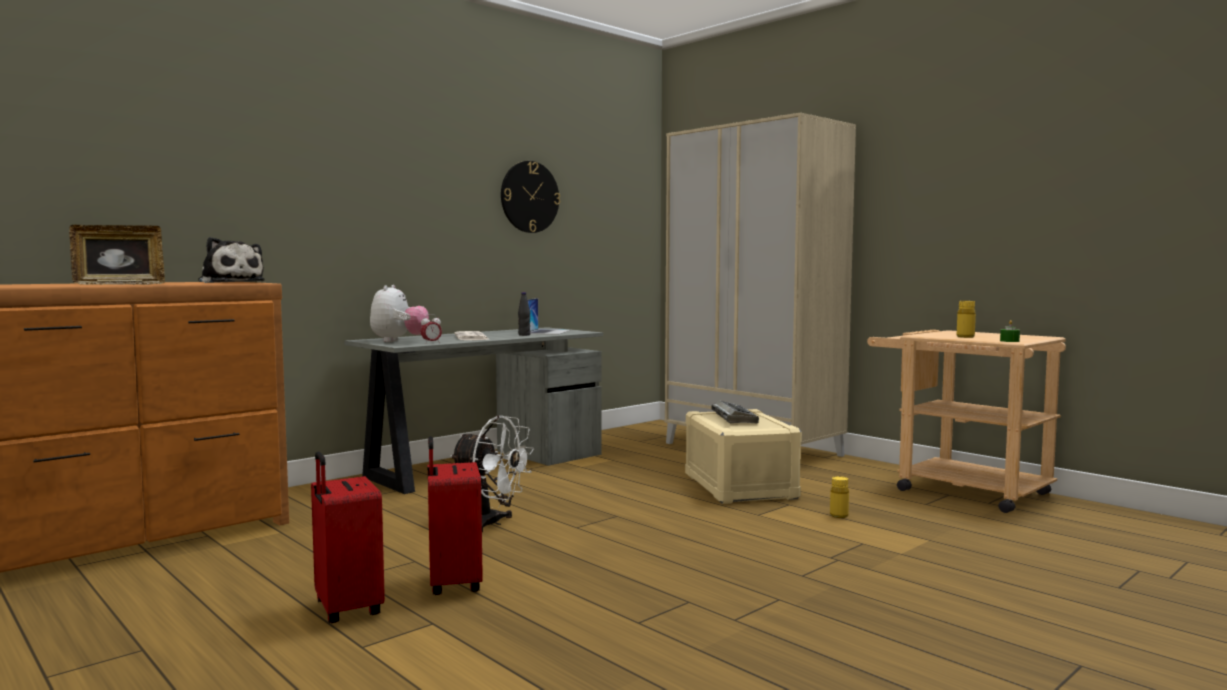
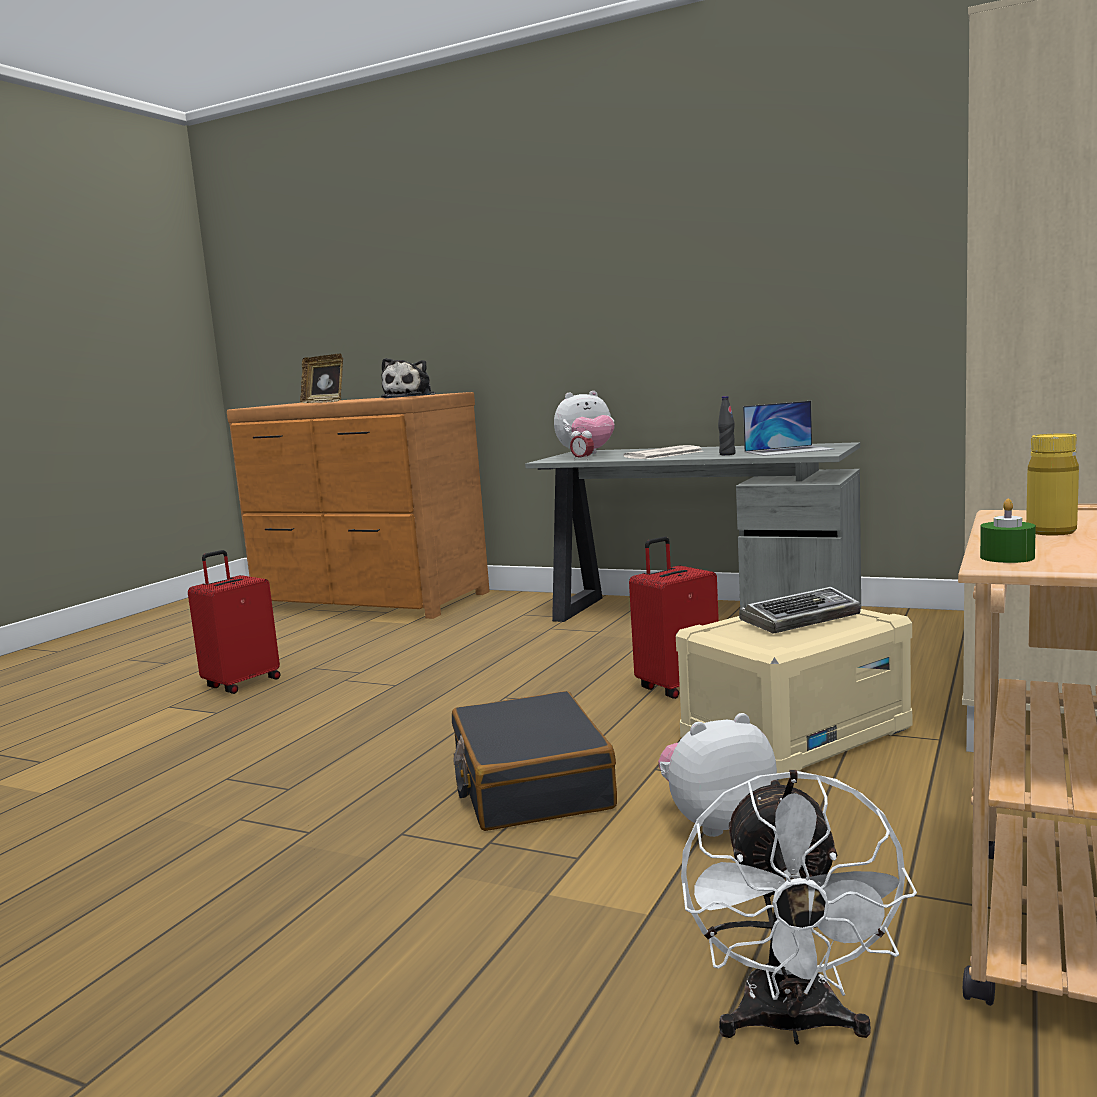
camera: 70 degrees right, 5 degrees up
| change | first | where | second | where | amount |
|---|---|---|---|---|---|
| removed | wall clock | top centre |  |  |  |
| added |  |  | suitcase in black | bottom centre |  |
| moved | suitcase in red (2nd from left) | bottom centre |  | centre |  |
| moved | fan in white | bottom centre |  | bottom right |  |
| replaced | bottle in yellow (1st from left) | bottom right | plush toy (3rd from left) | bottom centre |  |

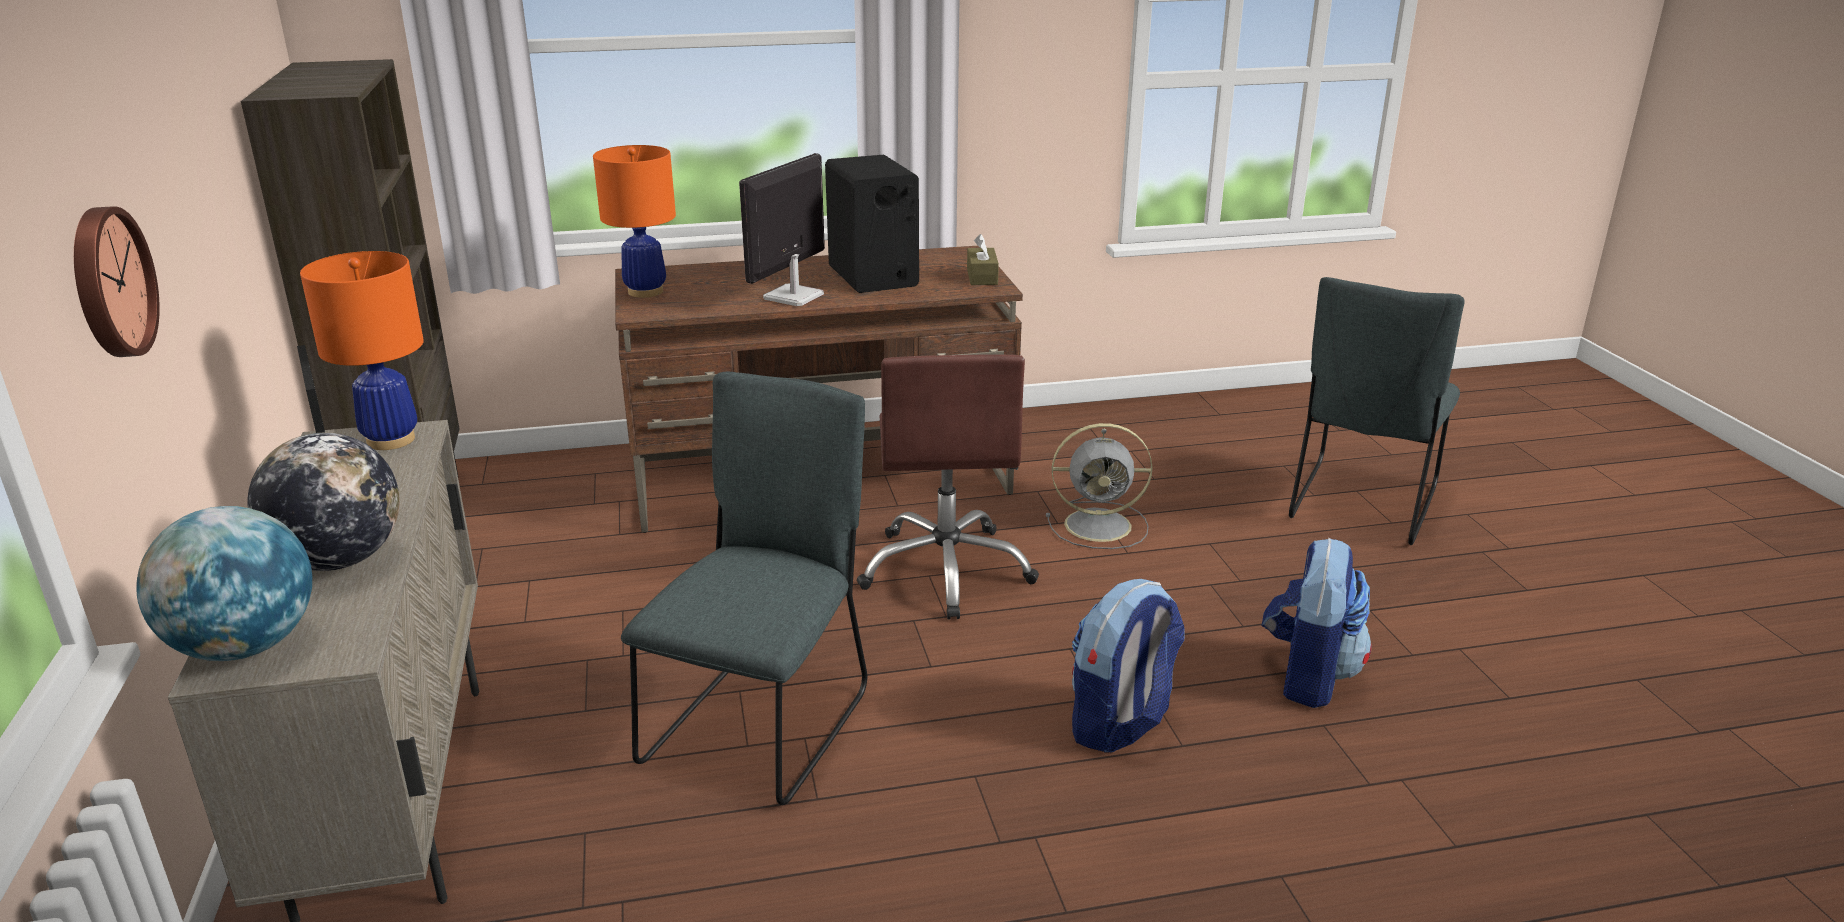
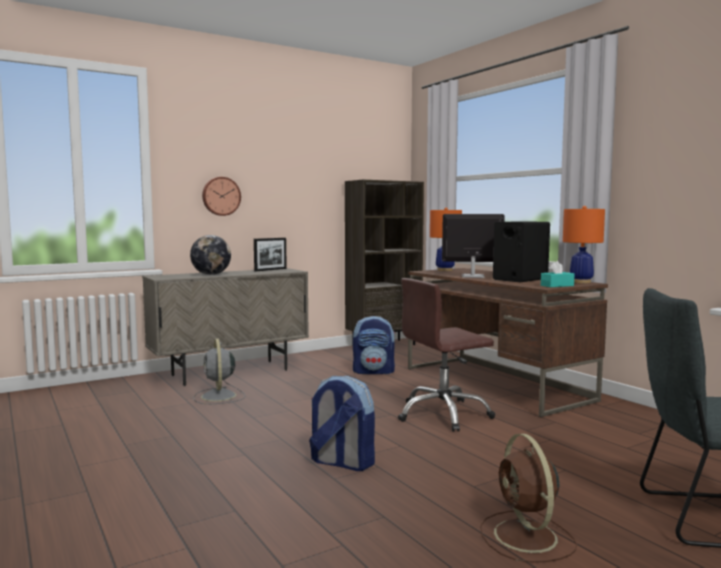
camera: 70 degrees right, 20 degrees down
| change | first | where | second | where | amount |
|---|---|---|---|---|---|
| removed | globe (1st from left) | middle left |  |  |  |
| removed | chair in grey (1st from left) | centre |  |  |  |
| added |  |  | fan in brown | bottom right |  |
| moved | table lamp in orange (1st from left in the first image) | middle left | table lamp in orange (2nd from left) | middle right |  |
| moved | fan in grey | centre |  | middle left |  |
| moved | backpack (2nd from left) | bottom right |  | centre |  |
| recoloured | tissue box in brown | top centre | tissue box in turquoise | middle right |  |

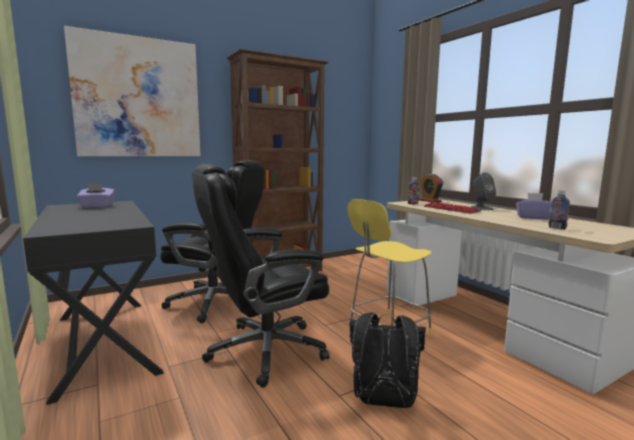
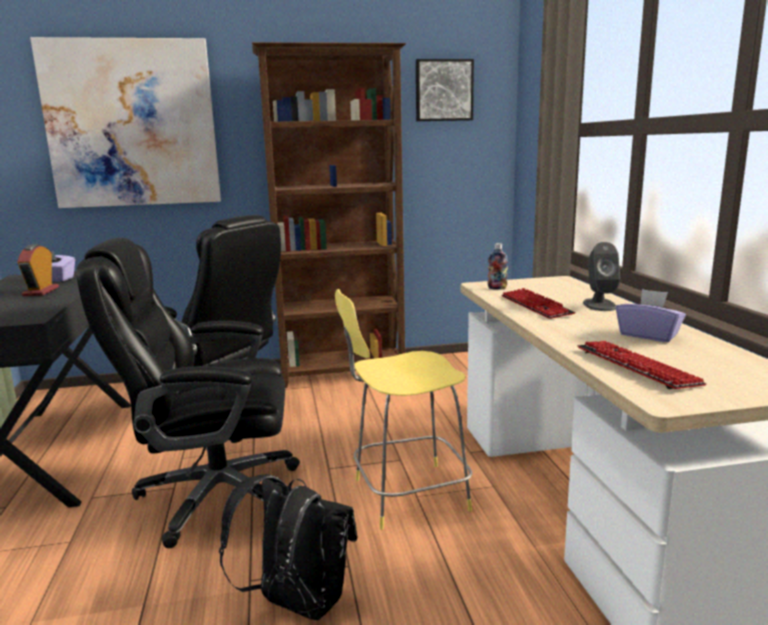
camera: 20 degrees right, 5 degrees up
| change | first | where | second | where | amount |
|---|---|---|---|---|---|
| added |  |  | picture (2nd from left) | top centre |  |
| moved | alarm clock | middle right |  | middle left |  |
| replaced | bottle (2nd from left) | middle right | keyboard (2nd from left) | middle right |  |

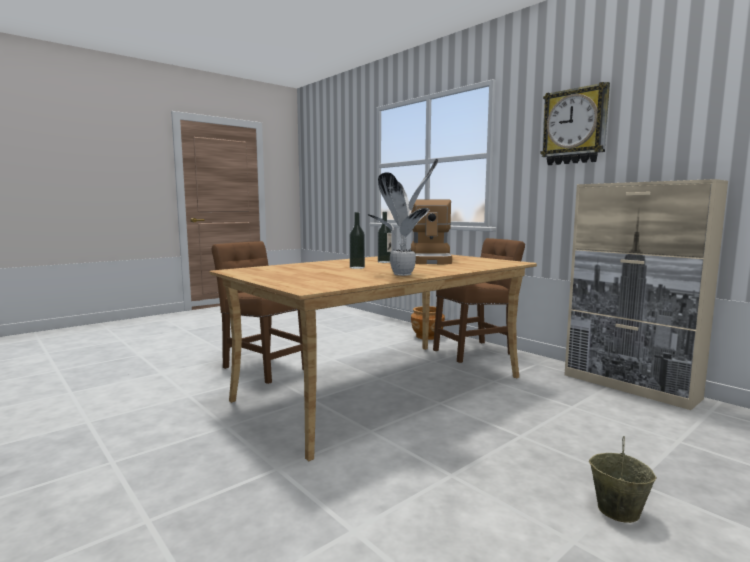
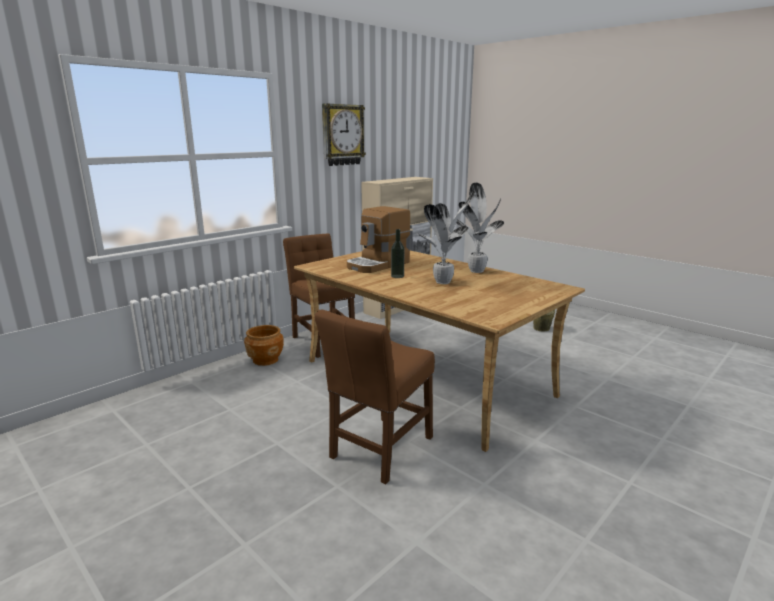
camera: 95 degrees left, 10 degrees up
| change | first | where | second | where | amount |
|---|---|---|---|---|---|
| replaced | bottle (1st from left) | centre | potted plant (1st from left) | centre |  |
| turned | coffee machine | centre |  | centre | 135 degrees clockwise |

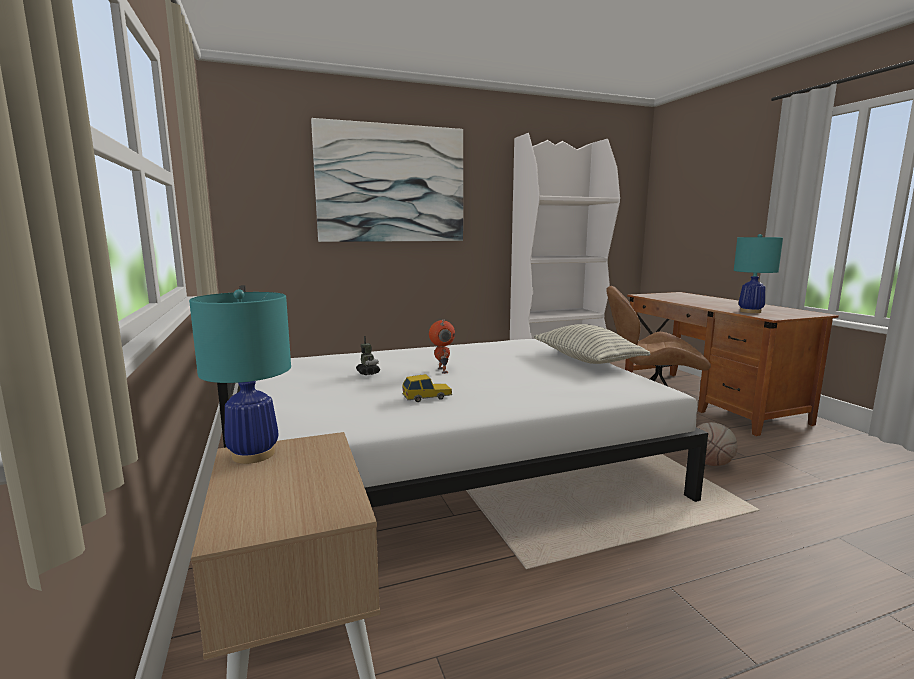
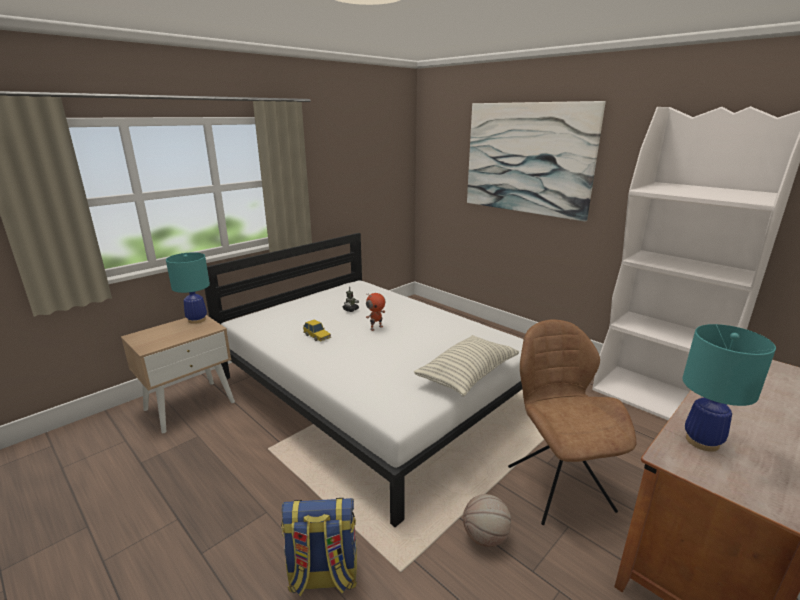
camera: 65 degrees right, 10 degrees up
| change | first | where | second | where | amount |
|---|---|---|---|---|---|
| added |  |  | backpack | bottom centre |  |

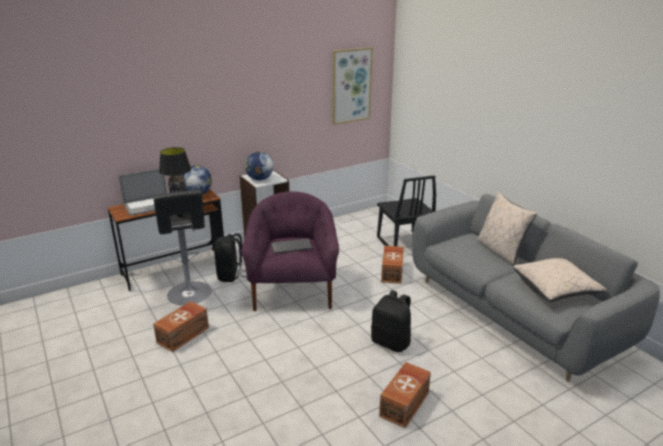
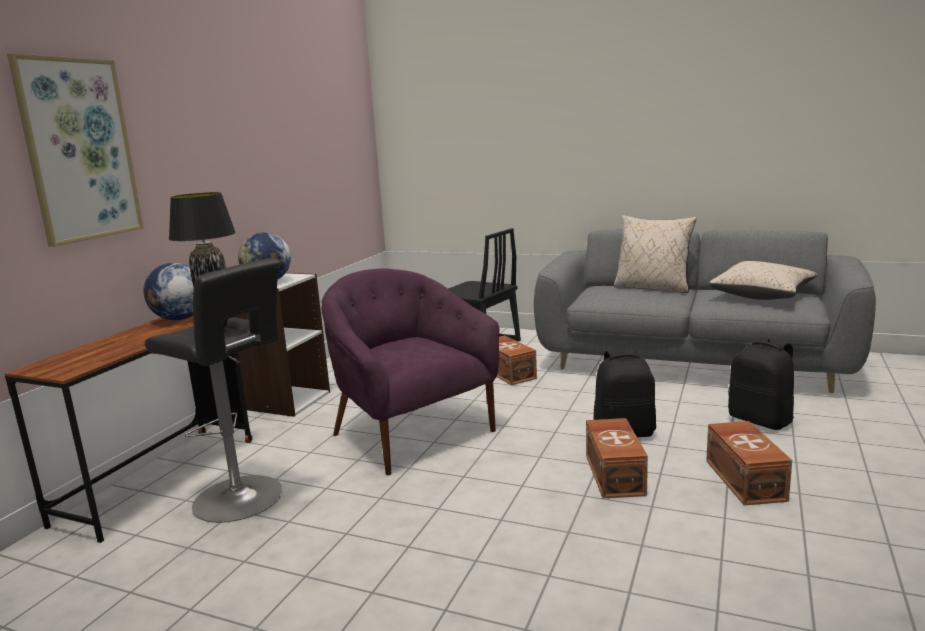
camera: 35 degrees left, 10 degrees down
| change | first | where | second | where | amount |
|---|---|---|---|---|---|
| removed | laptop | middle left |  |  |  |
| removed | keyboard | centre |  |  |  |
| moved | storage box in brown (1st from left in the first image) | bottom left | storage box in brown (2nd from left) | bottom right |  |
| moved | backpack in black (1st from left in the first image) | centre | backpack in black (2nd from left) | middle right |  |
| moved | picture | top centre |  | top left |  |

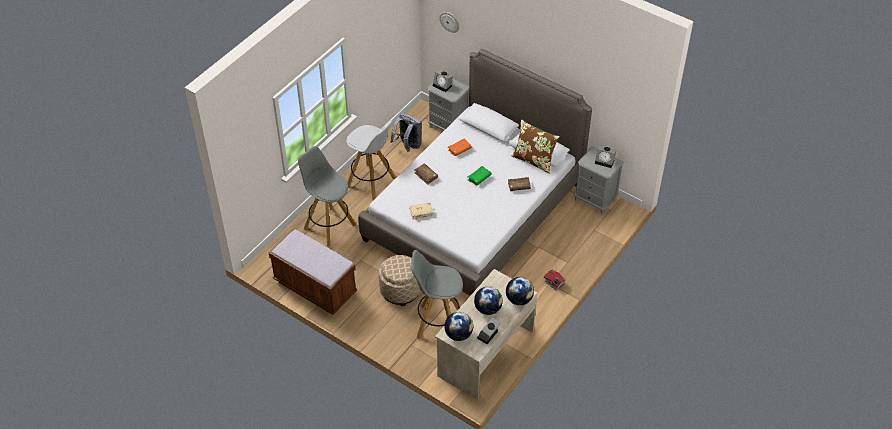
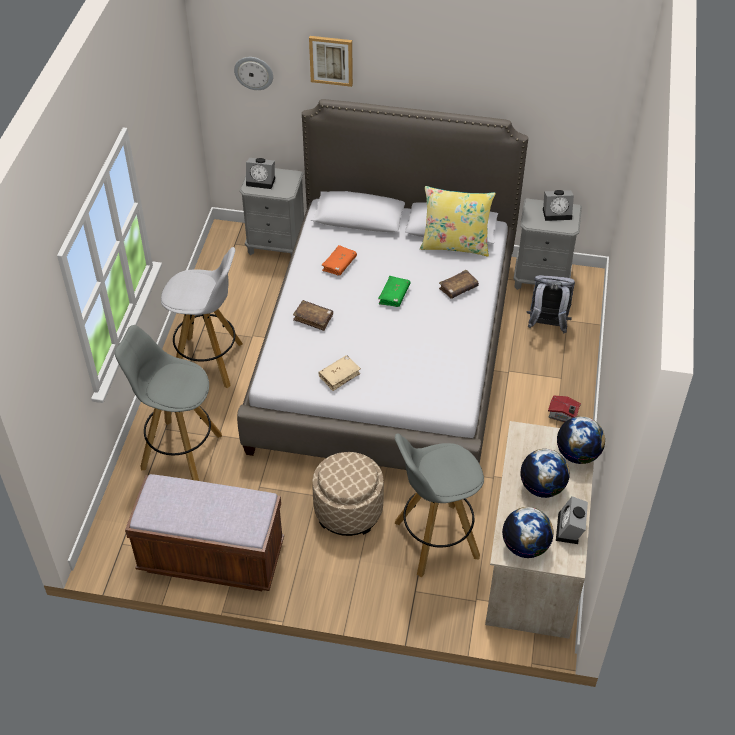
camera: 25 degrees left, 0 degrees up
| change | first | where | second | where | amount |
|---|---|---|---|---|---|
| added |  |  | picture | top centre |  |
| moved | backpack in grey | top centre |  | middle right |  |
| recoloured | pillow in brown | centre | pillow in yellow | top centre |  |

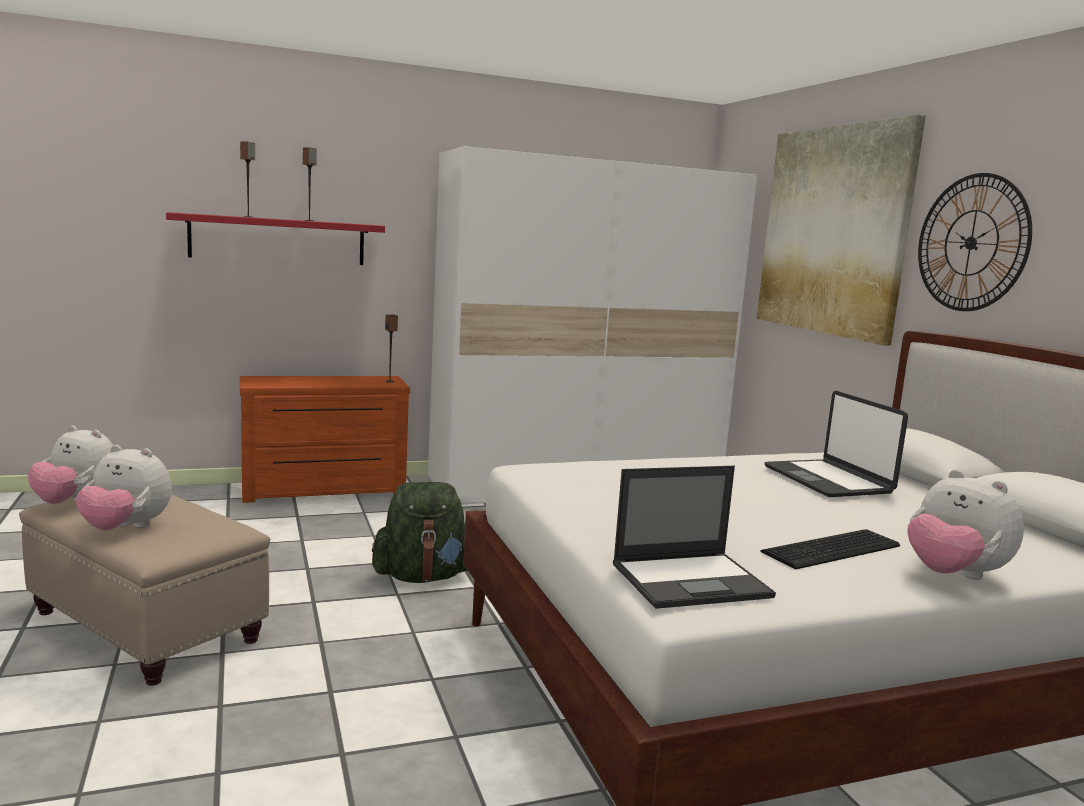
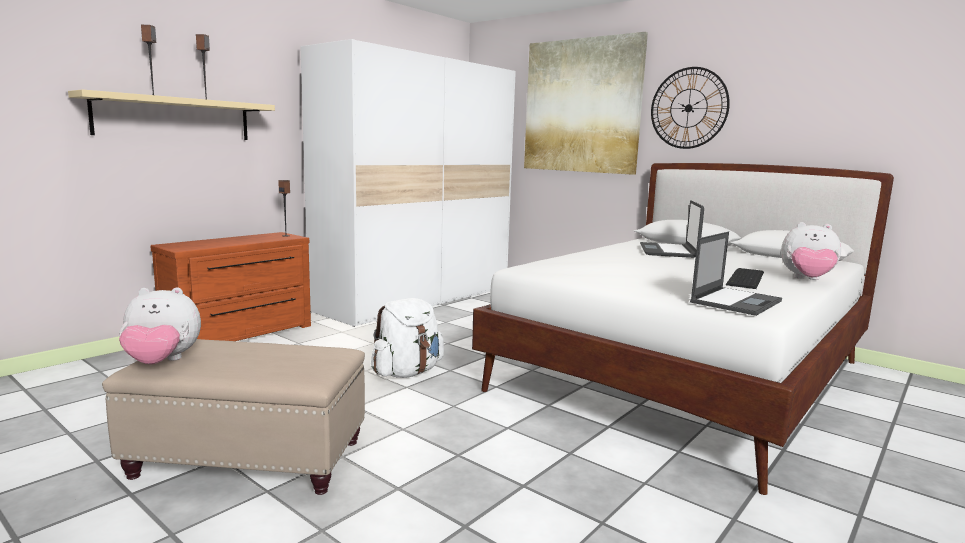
camera: 30 degrees left, 0 degrees up
| change | first | where | second | where | amount |
|---|---|---|---|---|---|
| removed | plush toy (2nd from left) | middle left |  |  |  |
| recoloured | shelf in red | top left | shelf in beige | top left |  |
| recoloured | backpack in green | centre | backpack in white | centre |  |
| turned | laptop (2nd from left in the first image) | middle right | laptop (1st from left) | middle right | 60 degrees clockwise |

